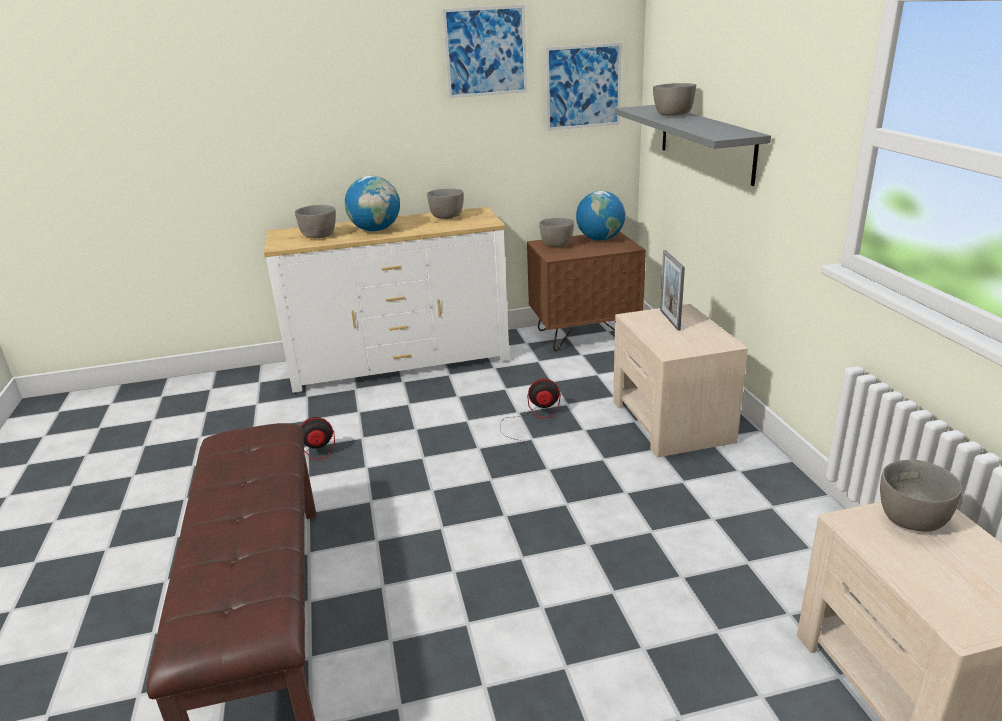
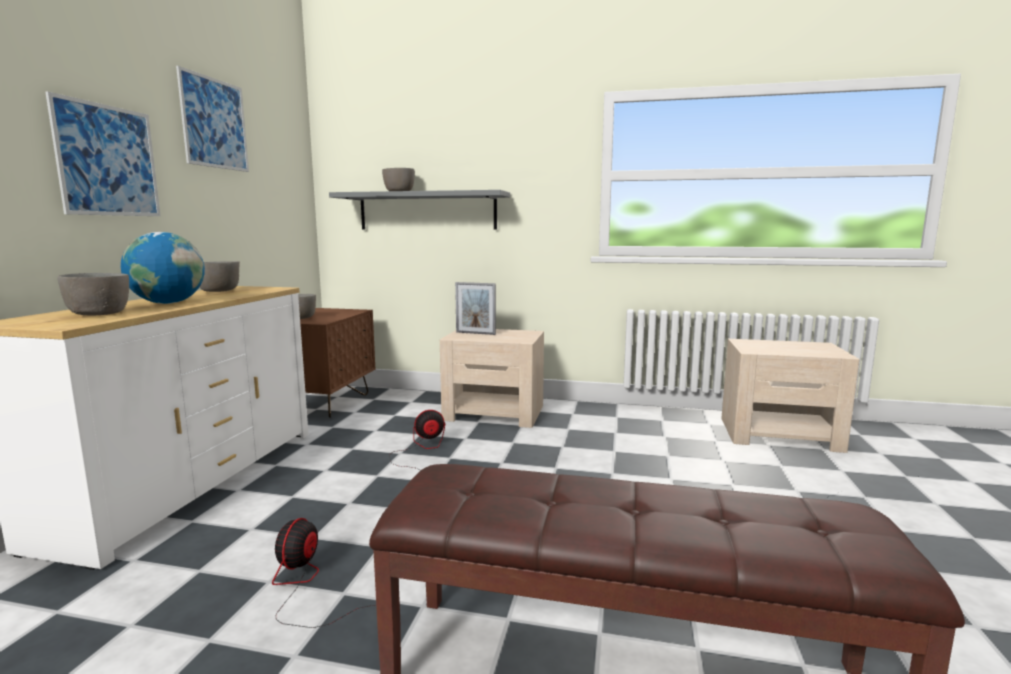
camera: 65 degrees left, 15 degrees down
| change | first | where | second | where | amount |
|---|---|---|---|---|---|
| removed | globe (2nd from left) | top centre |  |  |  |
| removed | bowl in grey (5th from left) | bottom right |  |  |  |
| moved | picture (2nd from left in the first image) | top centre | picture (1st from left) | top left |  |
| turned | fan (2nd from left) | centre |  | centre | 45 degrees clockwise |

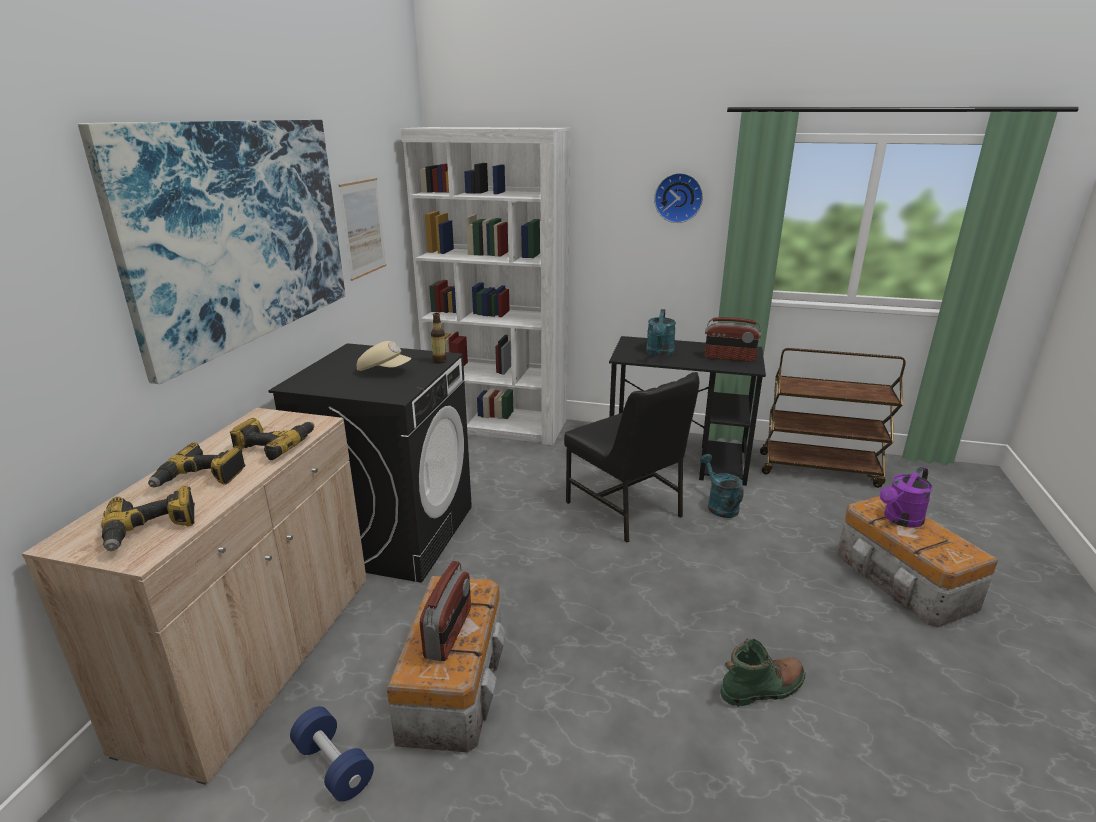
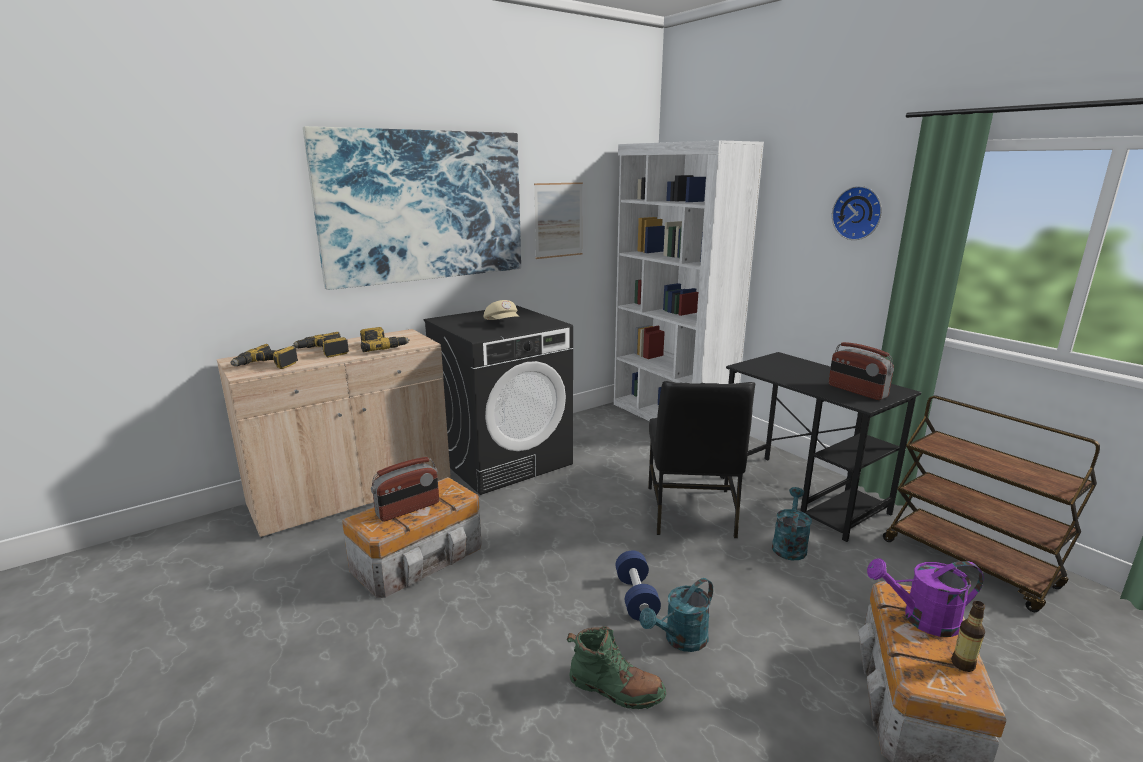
camera: 40 degrees right, 5 degrees down
| change | first | where | second | where | amount |
|---|---|---|---|---|---|
| moved | dumbbell in blue | bottom left |  | bottom centre |  |
| moved | bottle | centre |  | bottom right |  |
| moved | watering can in turquoise (1st from left) | centre |  | bottom centre |  |

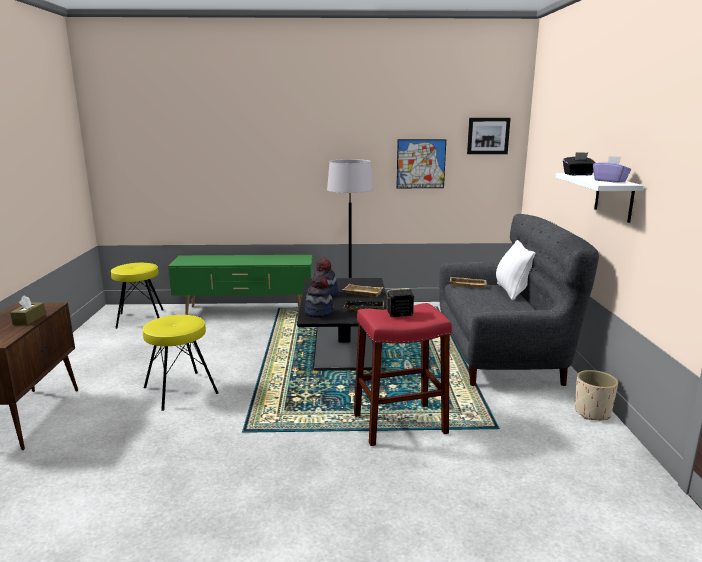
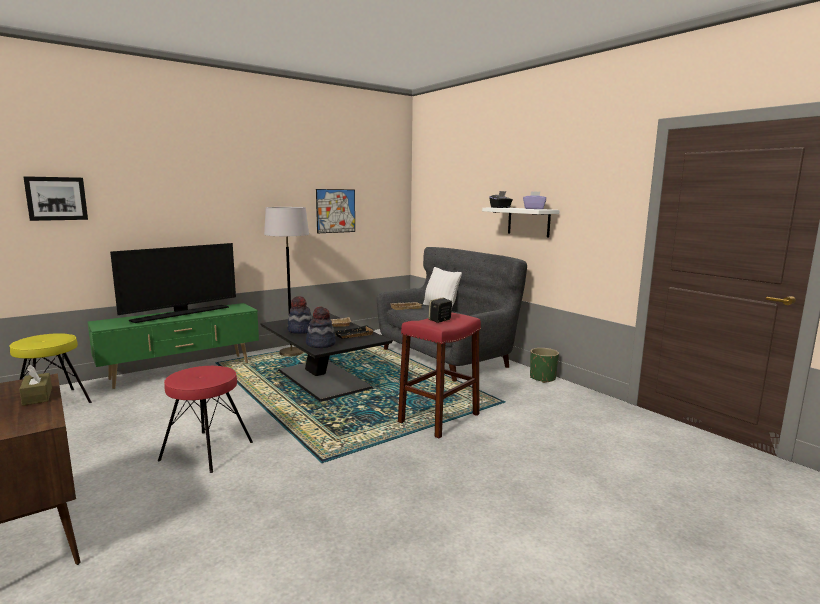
camera: 35 degrees left, 5 degrees down
| change | first | where | second | where | amount |
|---|---|---|---|---|---|
| added |  |  | television | middle left |  |
| moved | picture (2nd from left in the first image) | top right | picture (1st from left) | top left |  |
| recoloured | stool in yellow (2nd from left) | middle left | stool in red (1st from left) | bottom left |  |
| recoloured | planter in beige | bottom right | planter in green | centre |  |

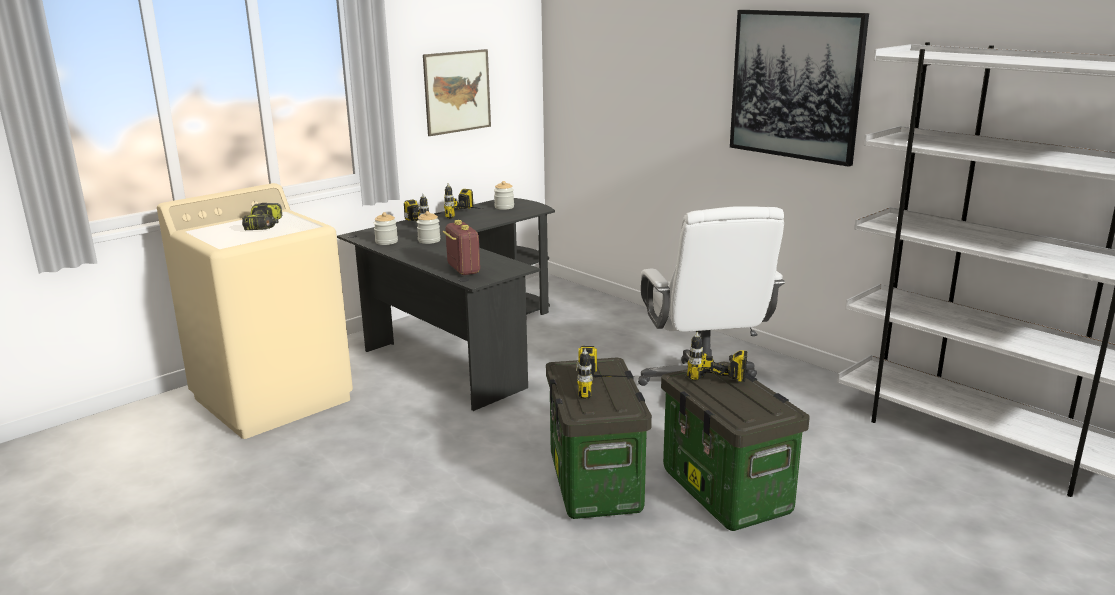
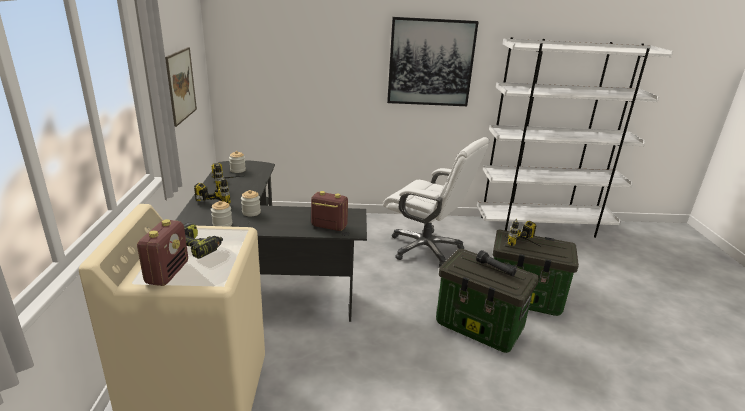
camera: 50 degrees left, 5 degrees up
| change | first | where | second | where | amount |
|---|---|---|---|---|---|
| added |  |  | radio (1st from left) | middle left |  |
| replaced | power drill (4th from left) | centre | flashlight in black | centre |  |

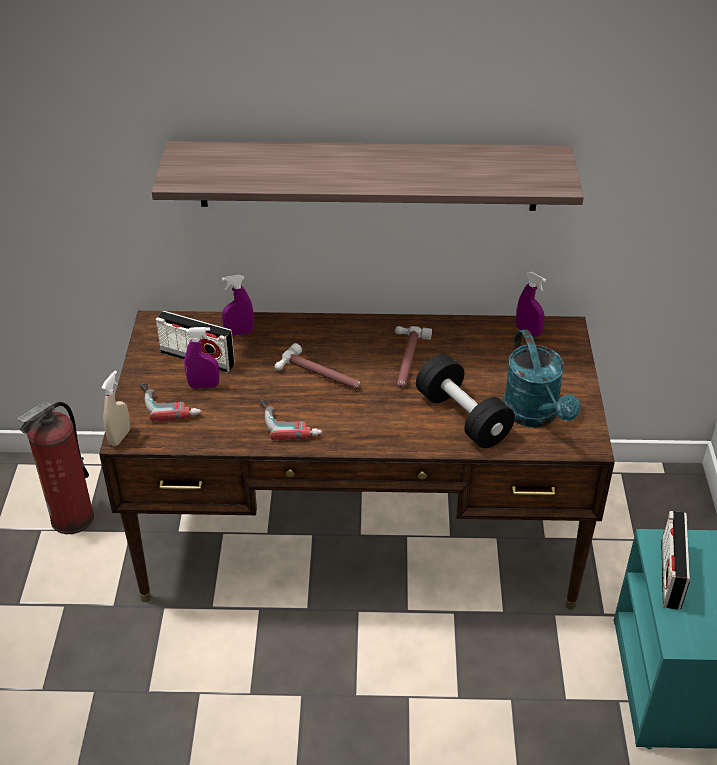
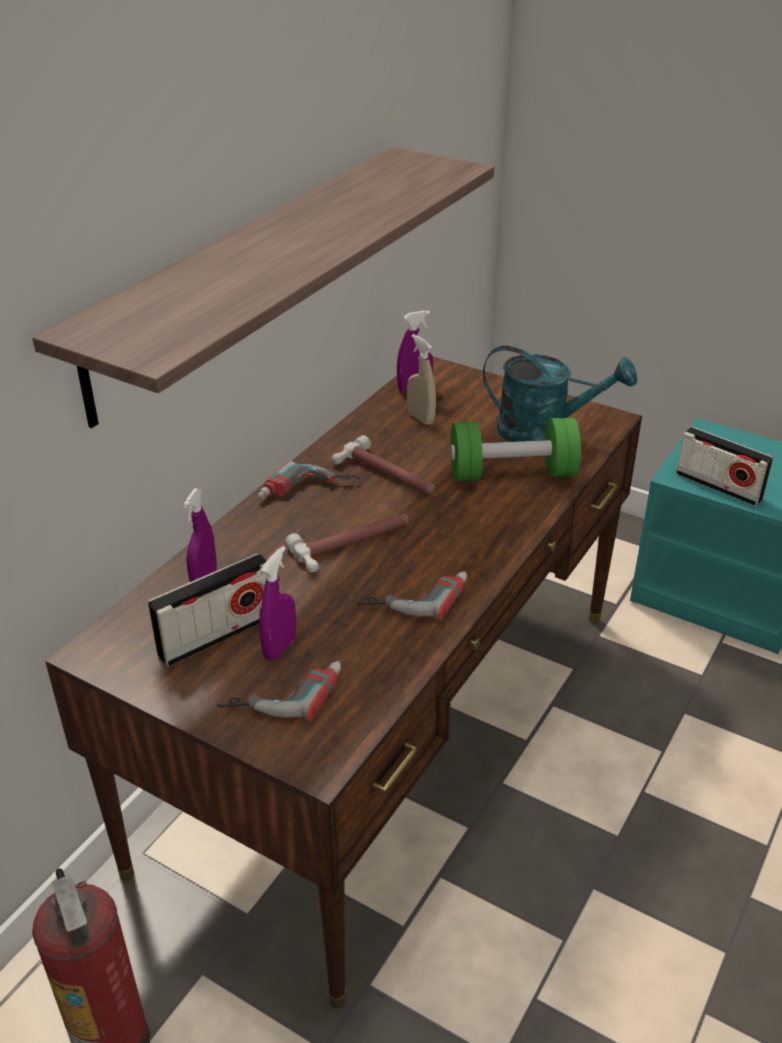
camera: 60 degrees left, 5 degrees down
| change | first | where | second | where | amount |
|---|---|---|---|---|---|
| added |  |  | power drill (2nd from left) | centre |  |
| moved | spray bottle in beige | middle left |  | centre |  |
| recoloured | dumbbell in black | centre | dumbbell in green | centre |  |

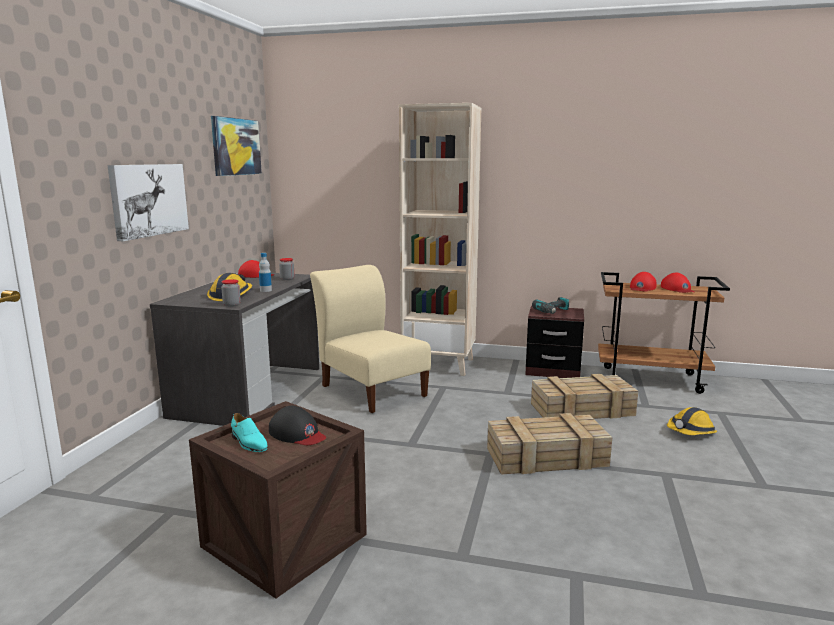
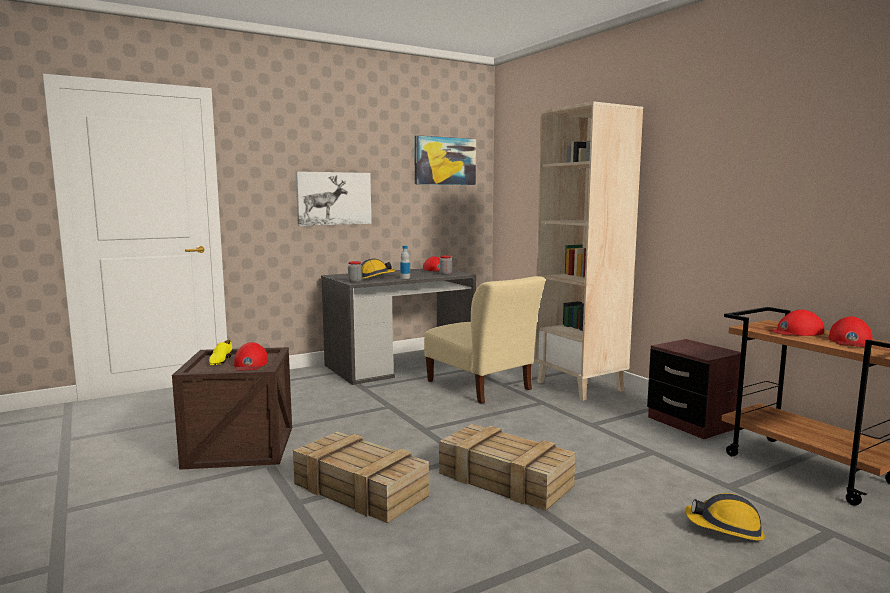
camera: 45 degrees right, 5 degrees down
| change | first | where | second | where | amount |
|---|---|---|---|---|---|
| removed | power drill | centre |  |  |  |
| moved | crate (3rd from left in the first image) | middle right | crate (2nd from left) | bottom centre |  |
| recoloured | shoe in turquoise | bottom left | shoe in yellow | middle left |  |
| recoloured | cap in black | bottom centre | cap in red (1st from left) | middle left |  |
| turned | chair in beige | centre |  | centre | 135 degrees clockwise |

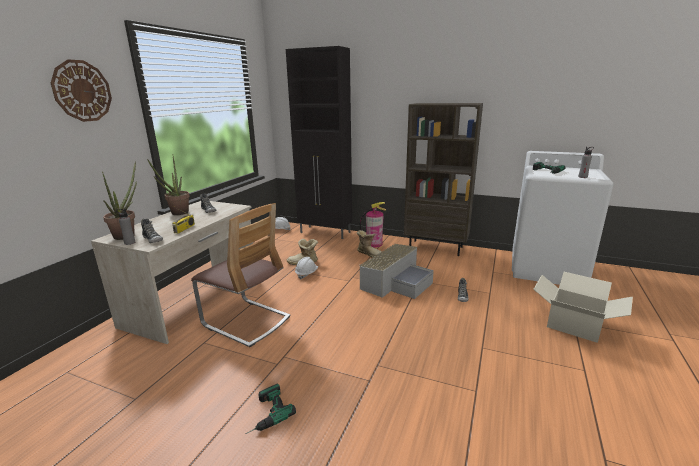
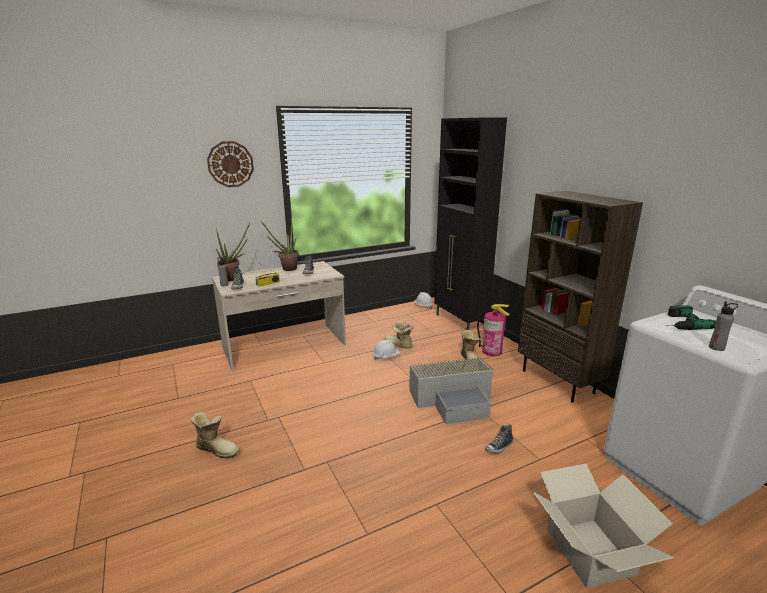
camera: 40 degrees right, 0 degrees up
| change | first | where | second | where | amount |
|---|---|---|---|---|---|
| removed | chair | centre |  |  |  |
| replaced | power drill (1st from left) | bottom centre | boot (1st from left) | bottom left |  |

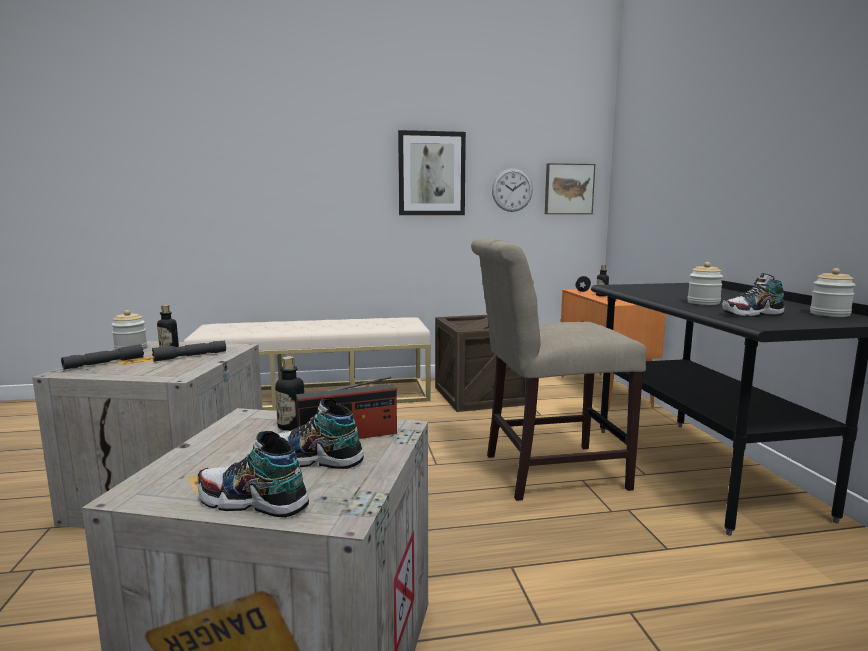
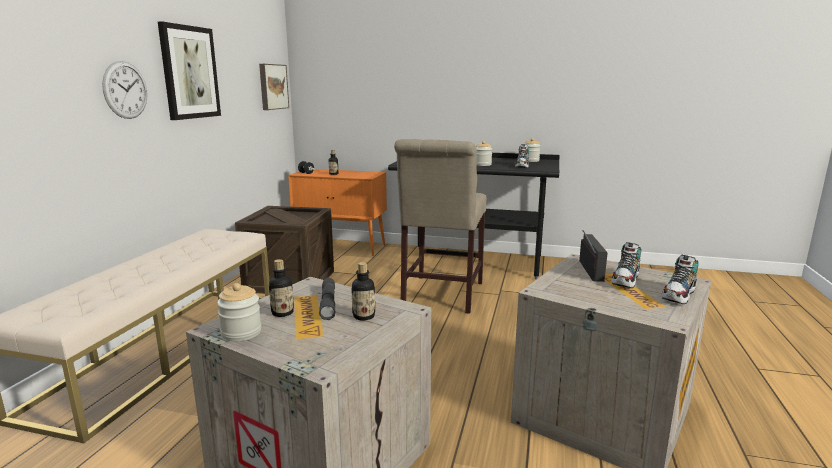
camera: 65 degrees left, 5 degrees up
| change | first | where | second | where | amount |
|---|---|---|---|---|---|
| removed | flashlight in grey (1st from left) | middle left |  |  |  |
| moved | bottle (2nd from left in the first image) | middle left | bottle (3rd from left) | centre |  |
| moved | wall clock | top centre |  | top left |  |

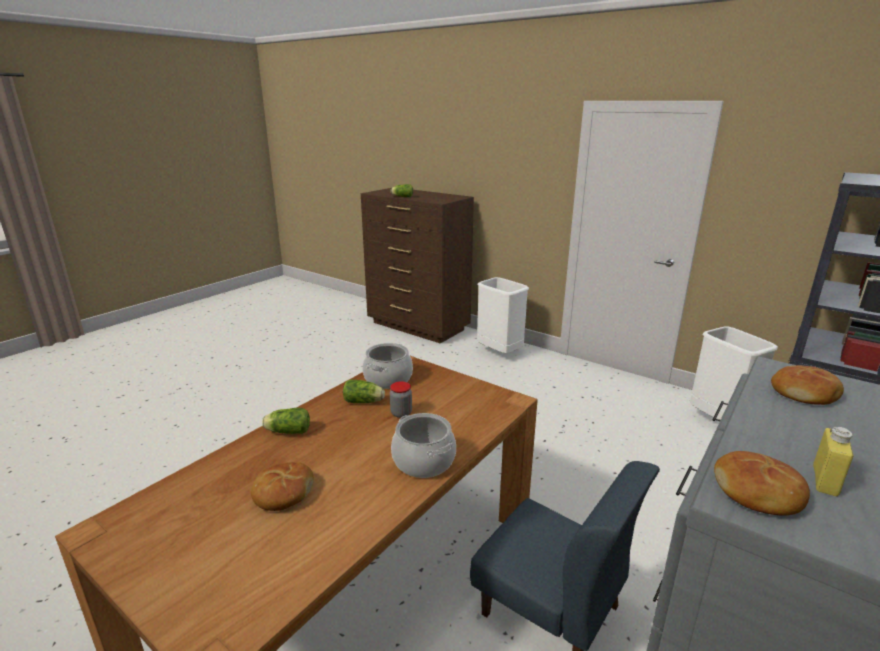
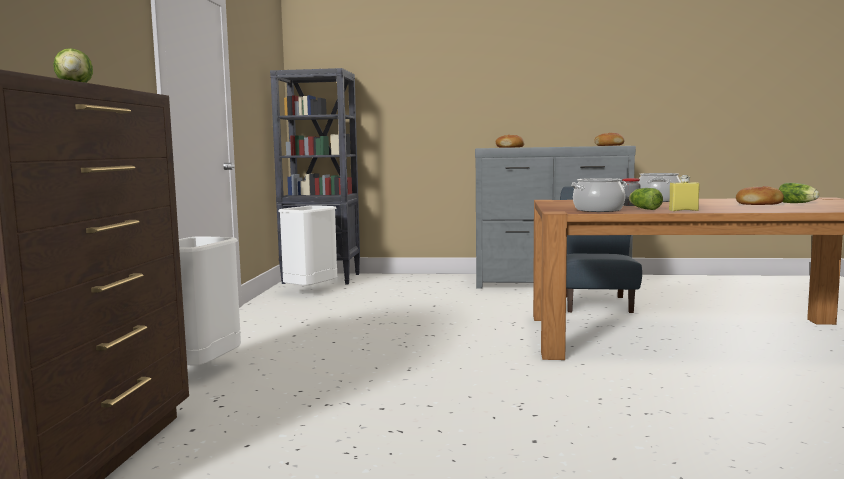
camera: 120 degrees left, 15 degrees down
| change | first | where | second | where | amount |
|---|---|---|---|---|---|
| moved | lettuce (1st from left in the first image) | middle left | lettuce (3rd from left) | middle right |  |
| moved | bottle in yellow | bottom right |  | middle right |  |

